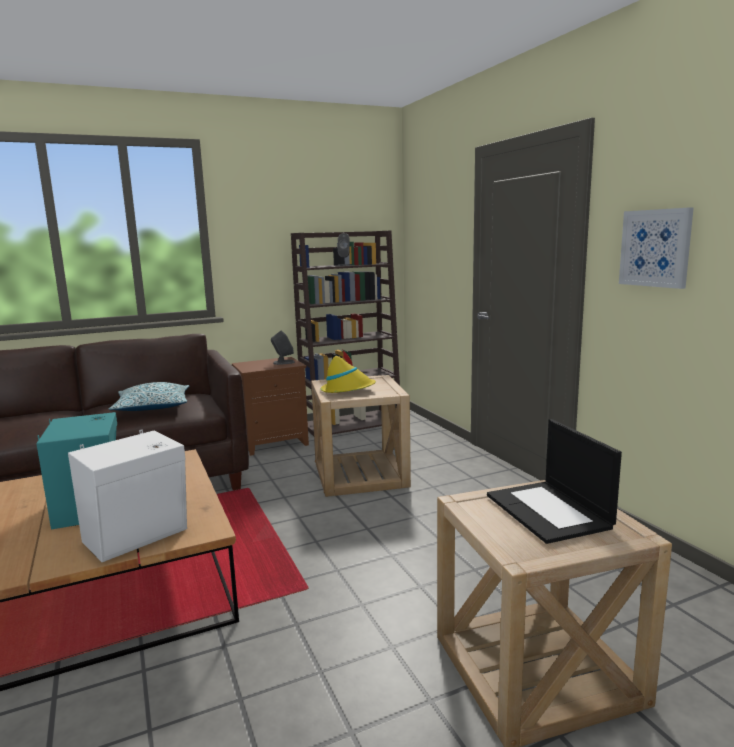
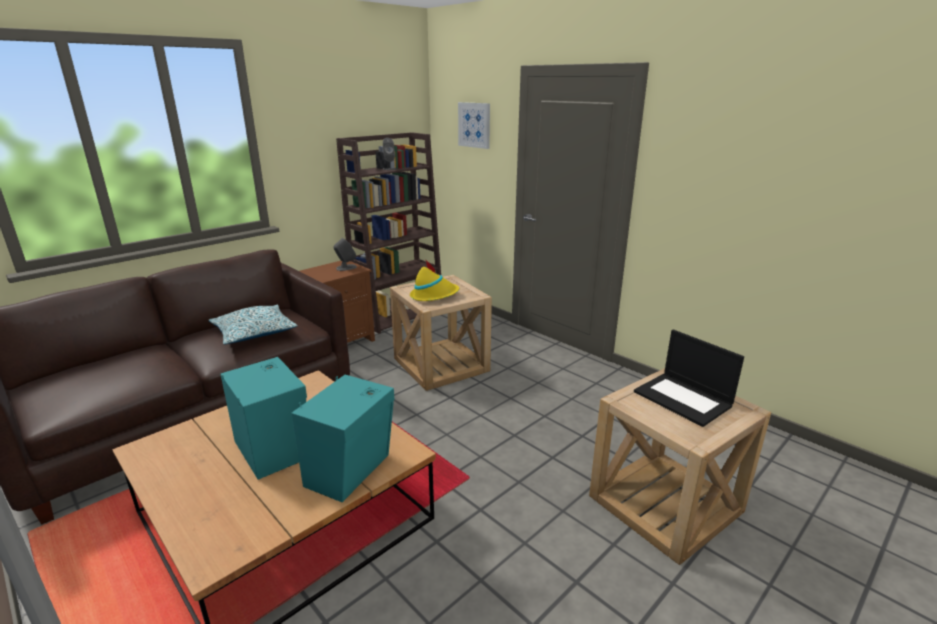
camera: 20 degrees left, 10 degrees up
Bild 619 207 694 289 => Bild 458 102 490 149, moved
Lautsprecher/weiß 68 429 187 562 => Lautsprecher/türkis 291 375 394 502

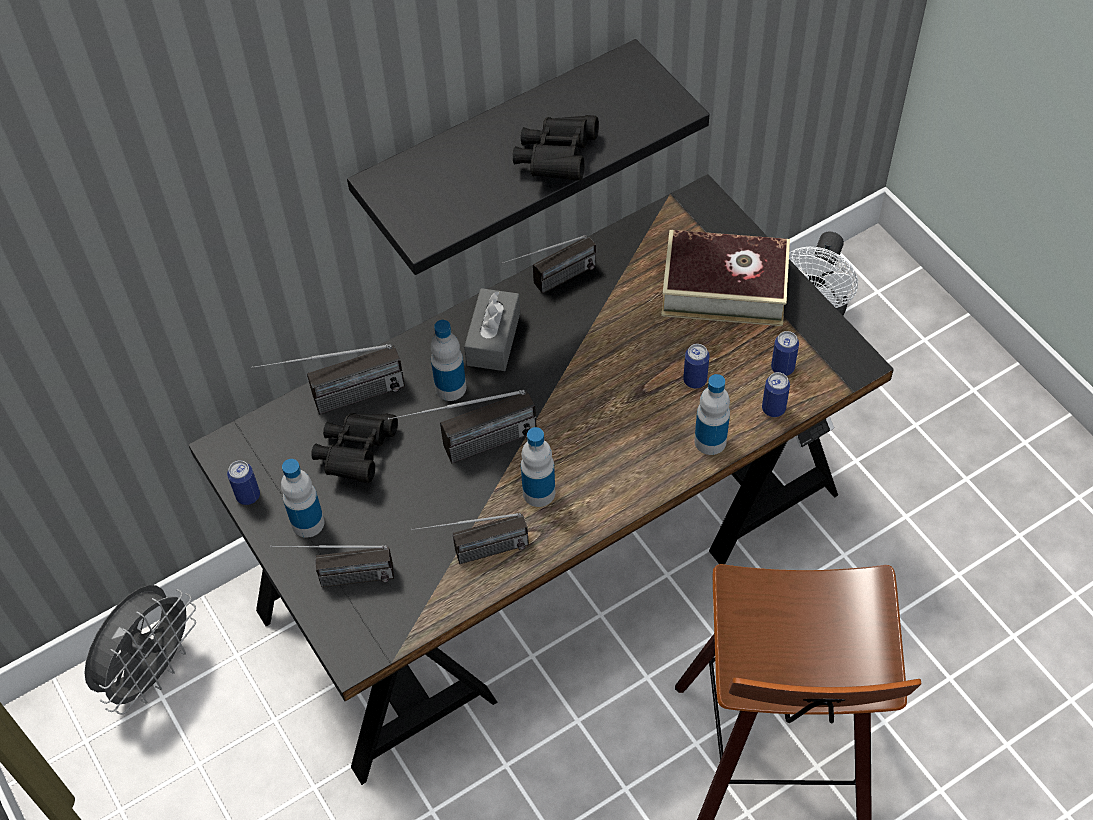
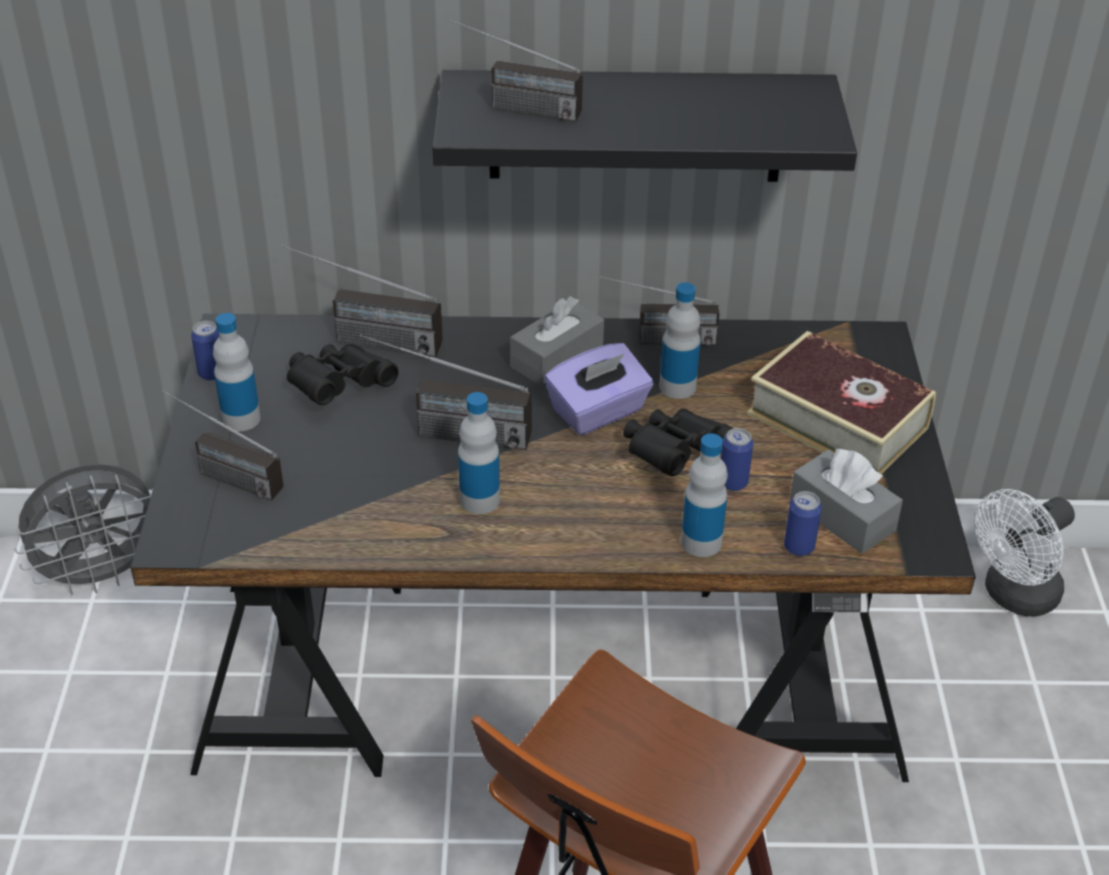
camera: 30 degrees right, 15 degrees down
nothing => Taschentuchbox/lila 544 343 654 435
Radio 411 513 529 564 => Radio 450 19 583 122, moved
Flasche 431 320 466 401 => Flasche 659 282 701 399, moved
Fernglas/schwarz 513 115 599 181 => Fernglas/schwarz 623 408 733 476, moved
Dose 771 331 799 376 => Taschentuchbox/grau 789 448 903 554

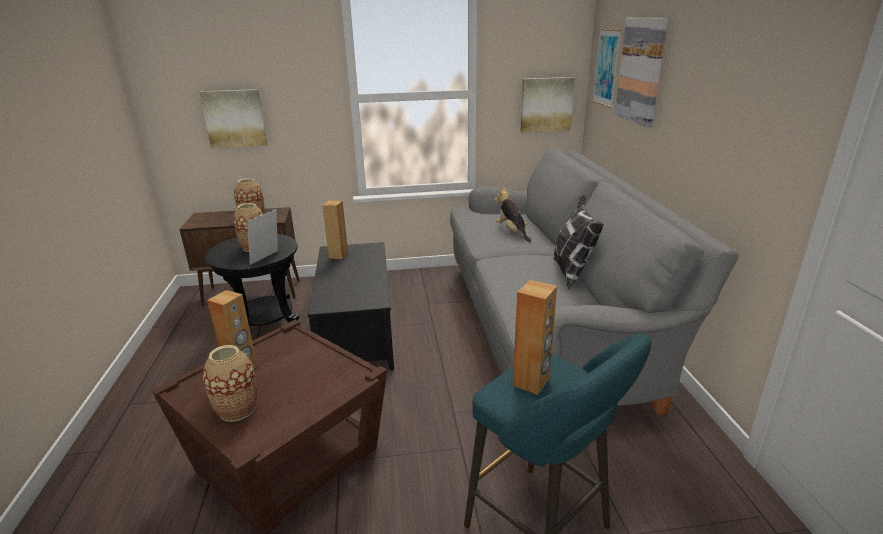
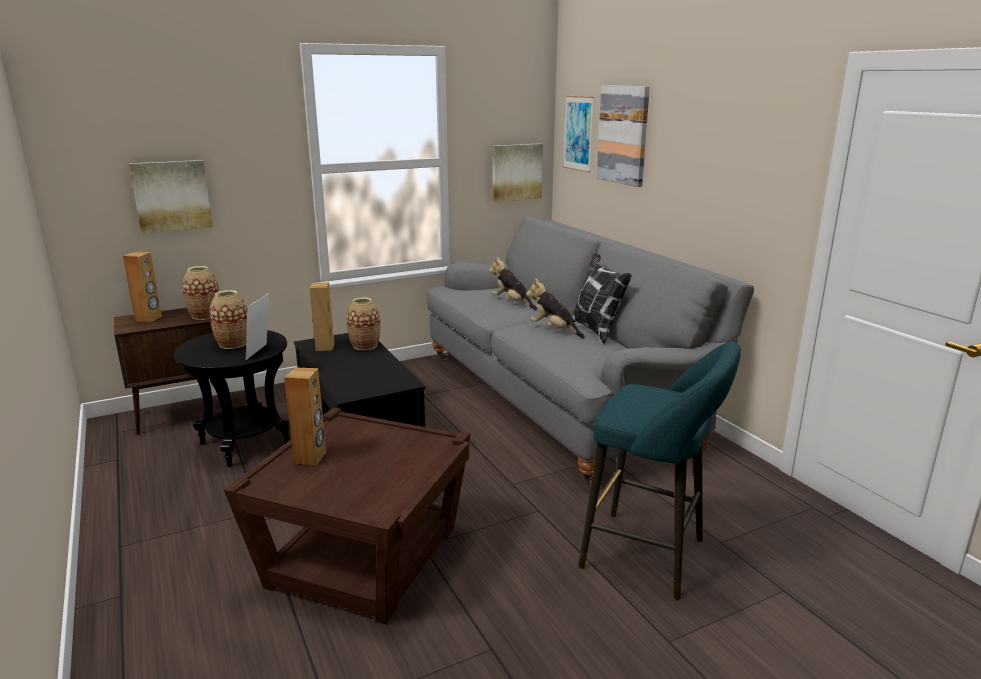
camera: 20 degrees left, 5 degrees down
nothing => Plüschtier 526 278 585 338
Vase 203 345 257 422 => Vase 347 297 380 350, moved
Lautsprecher/braun 513 280 557 395 => Lautsprecher/braun 123 252 162 322, moved

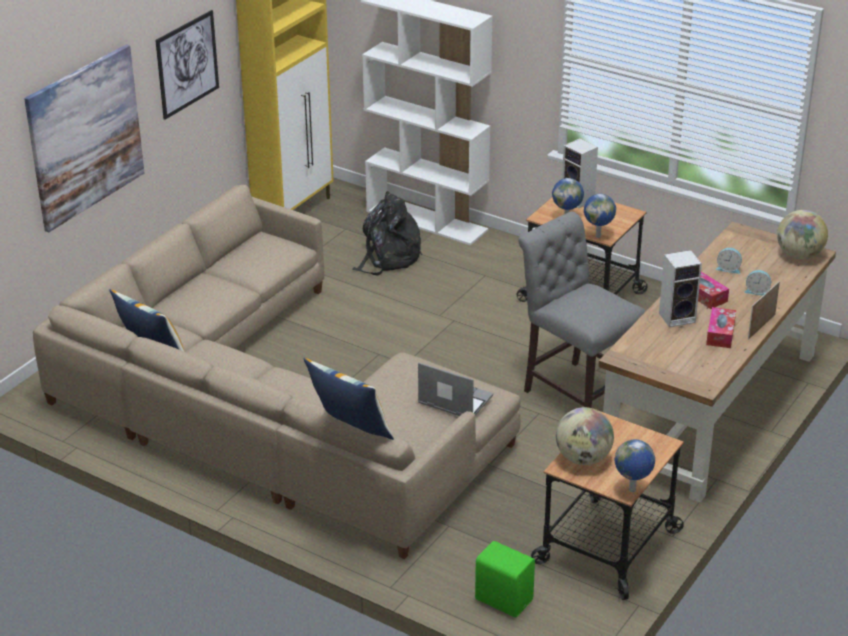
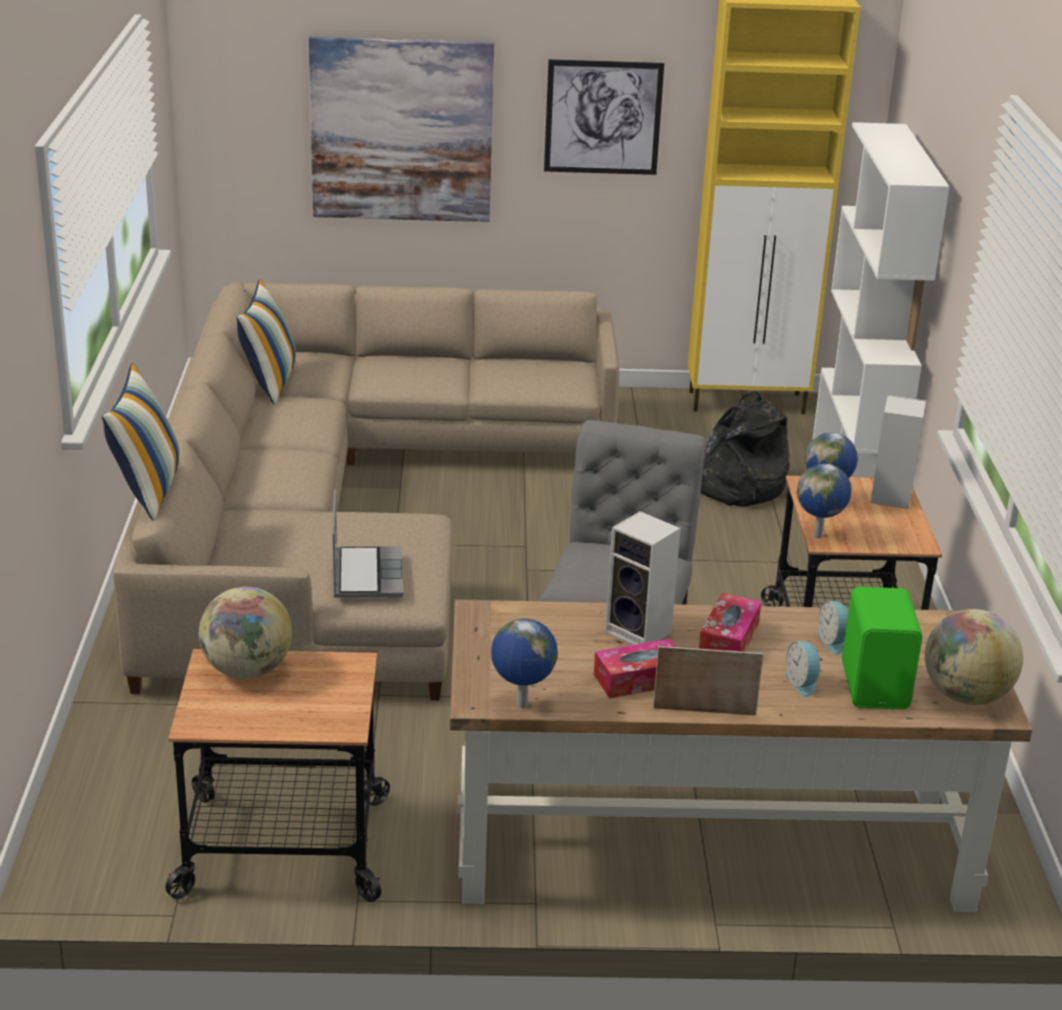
camera: 55 degrees right, 5 degrees down
Lautsprecher/grün 475 541 535 617 => Lautsprecher/grün 842 587 922 710, moved
Globus 615 439 655 492 => Globus 491 619 558 708, moved

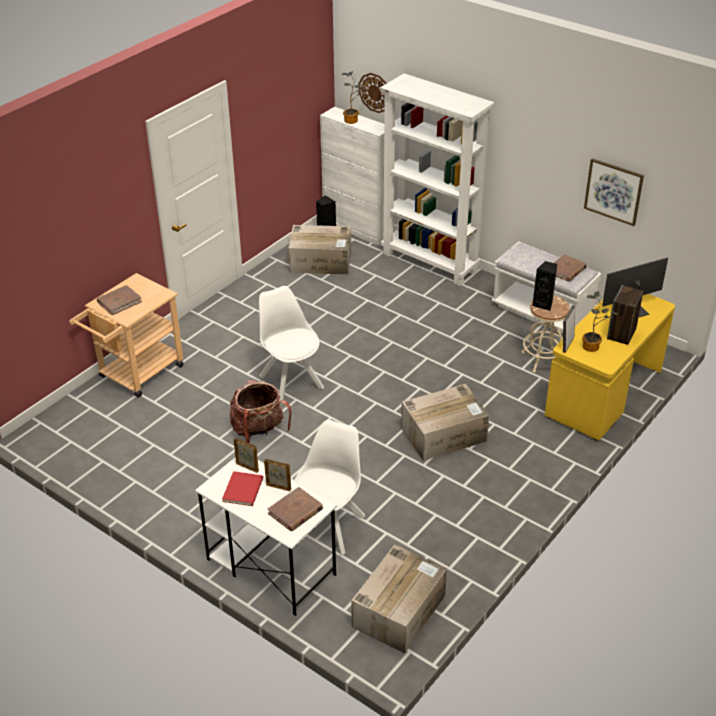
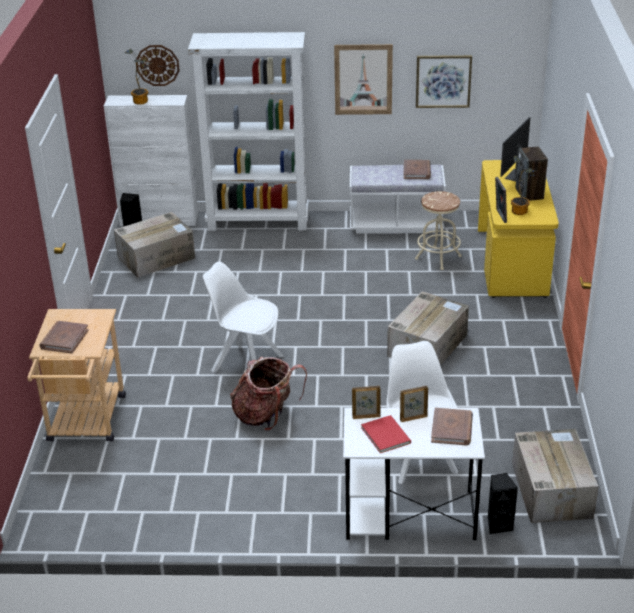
camera: 35 degrees left, 5 degrees down
nothing => Bild 334 44 393 115
Lautsprecher/schwarz 532 261 557 311 => Lautsprecher/schwarz 487 473 518 534, moved

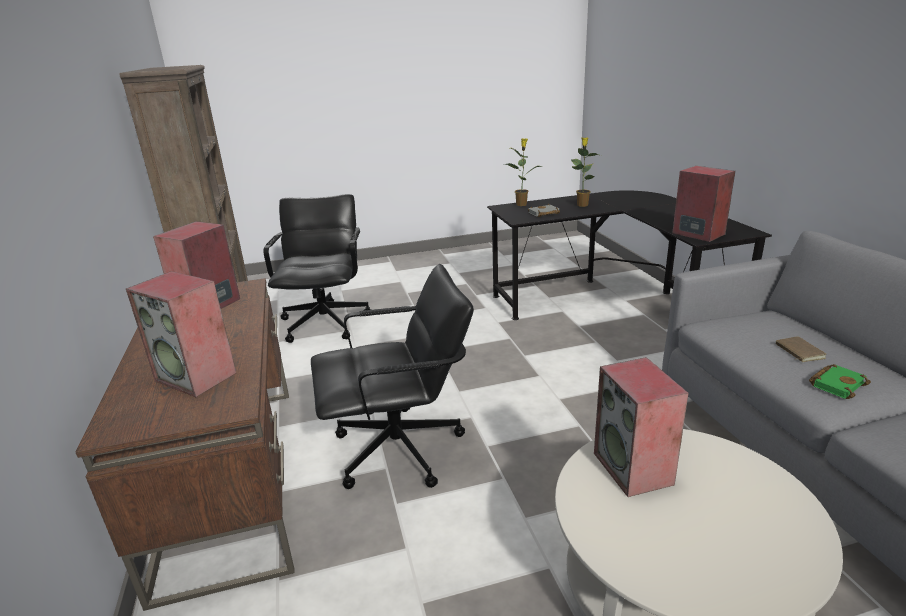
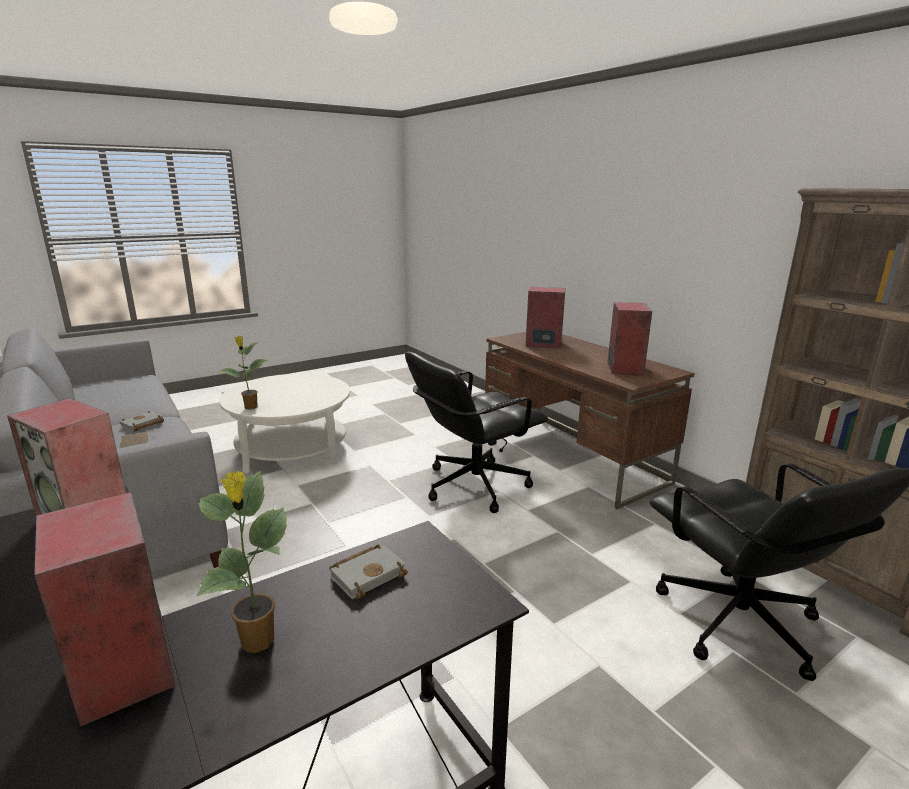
camera: 160 degrees right, 5 degrees down
Topfpflanze 505 138 543 206 => Topfpflanze 219 336 269 409, moved
Lautsprecher 594 357 689 497 => Lautsprecher 34 492 175 727, moved
Buch/grün 809 364 871 399 => Buch/grau 120 411 164 432

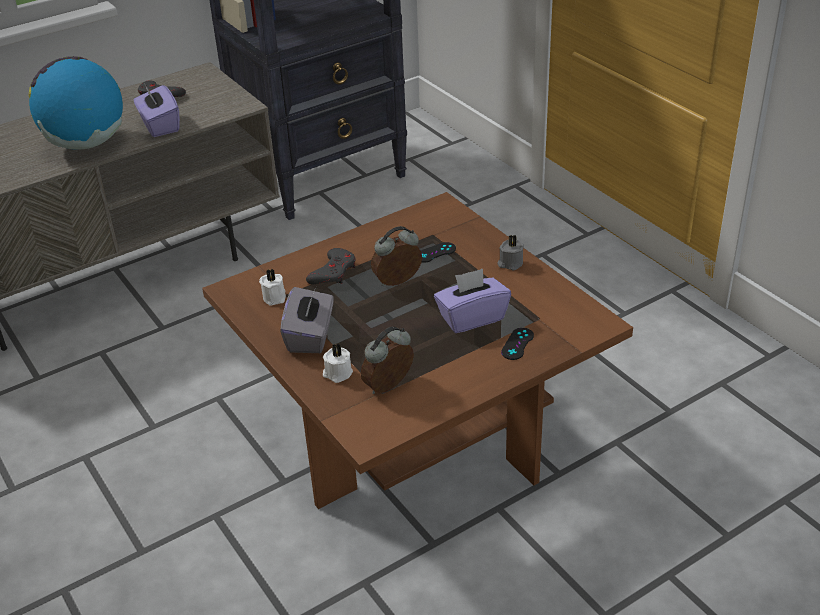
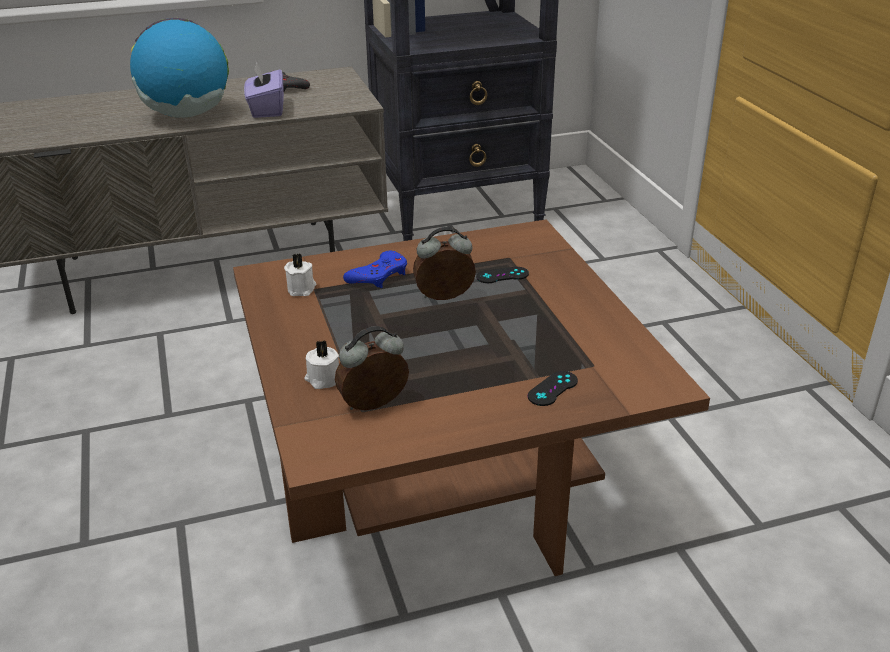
camera: 15 degrees right, 5 degrees down
Taschentuchbox/grau 280 287 334 353 => nothing
Taschentuchbox/lila 434 269 511 333 => nothing
Kerze/grau 497 235 524 270 => nothing
Gamepad/grau 306 248 356 284 => Gamepad/blau 343 251 407 288

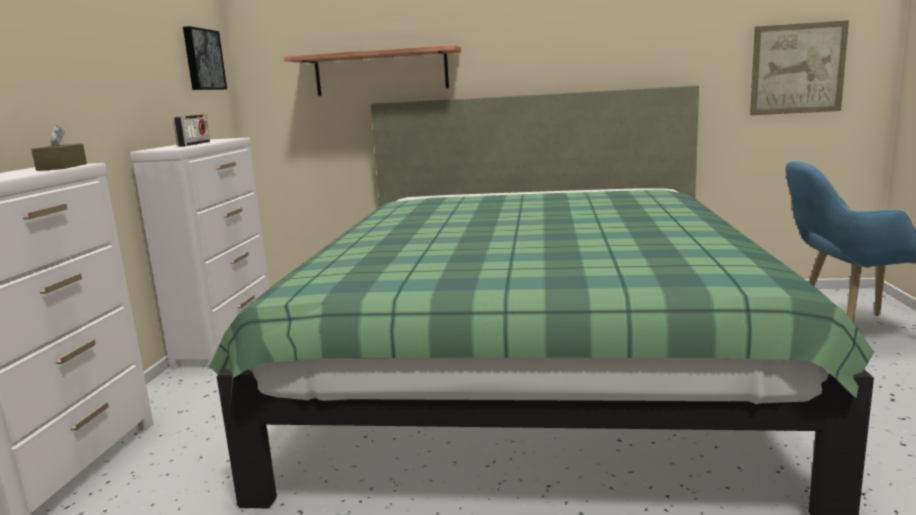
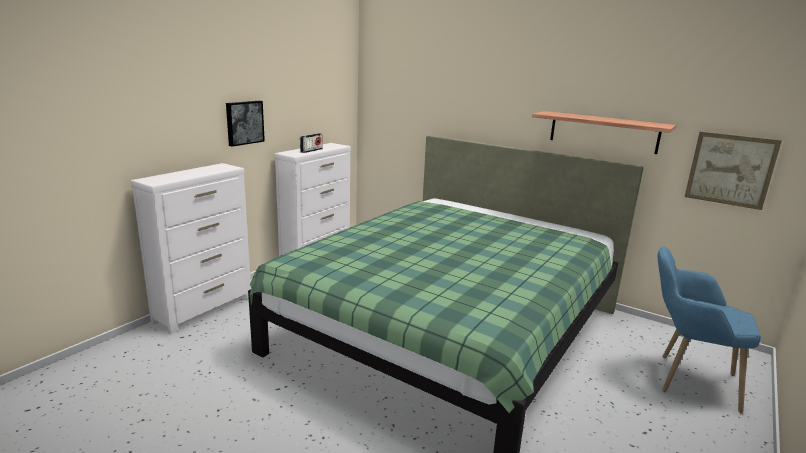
camera: 25 degrees right, 5 degrees up
Taschentuchbox/braun 31 125 87 171 => nothing
Bild 183 26 227 90 => Bild 226 101 265 147, moved
Wandregal 284 45 461 96 => Wandregal 532 111 676 154, moved

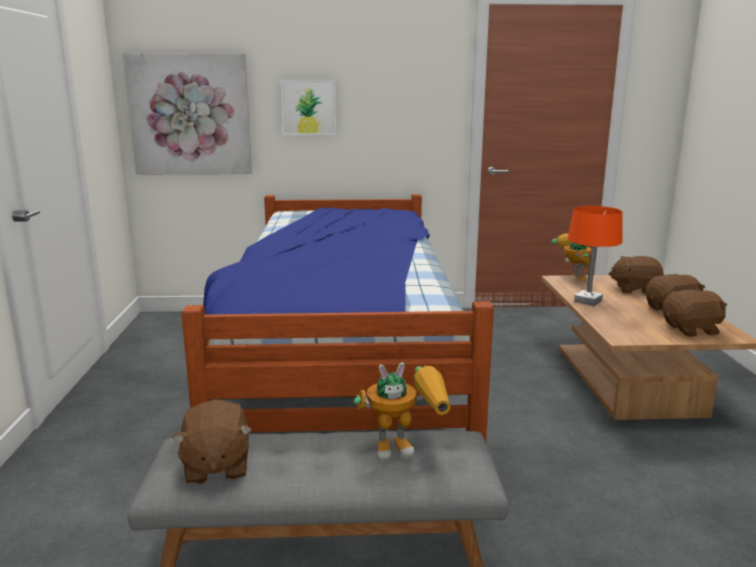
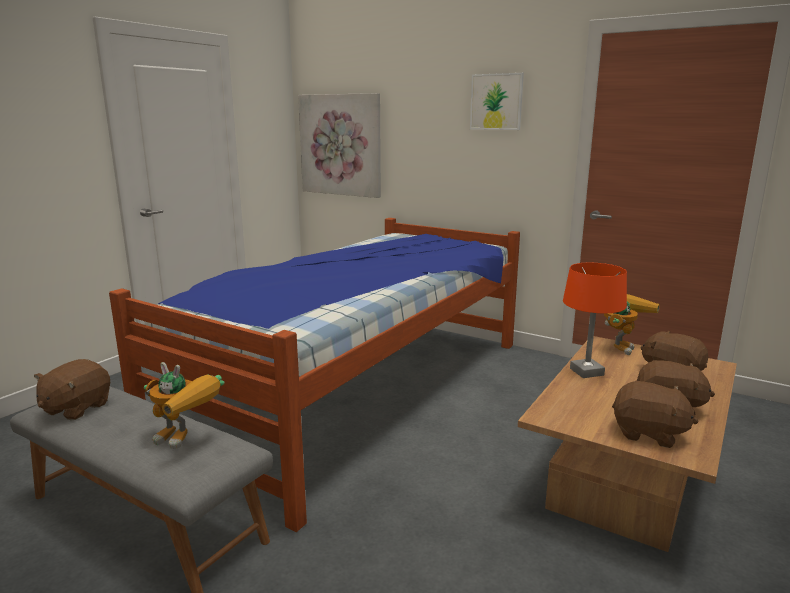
camera: 35 degrees right, 0 degrees up
Bild 281 80 336 135 => Bild 470 73 524 130, moved

